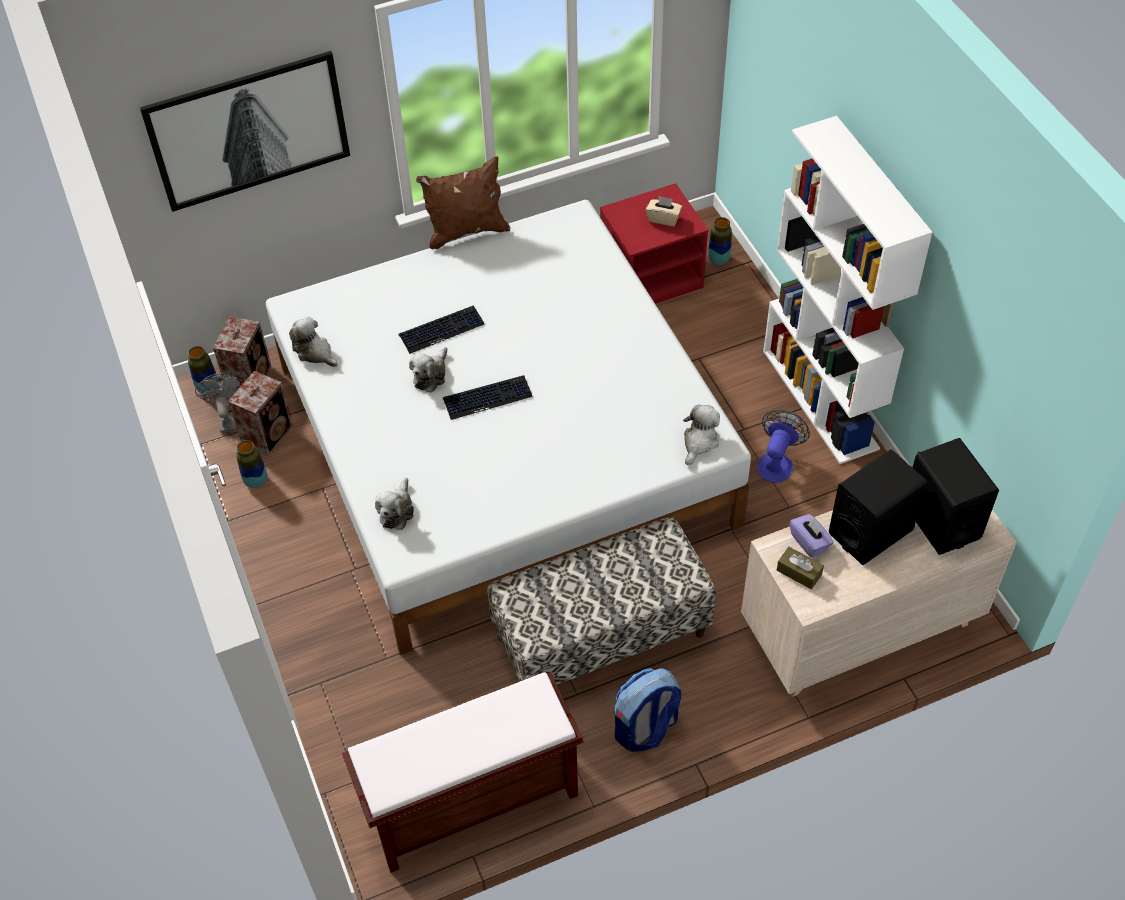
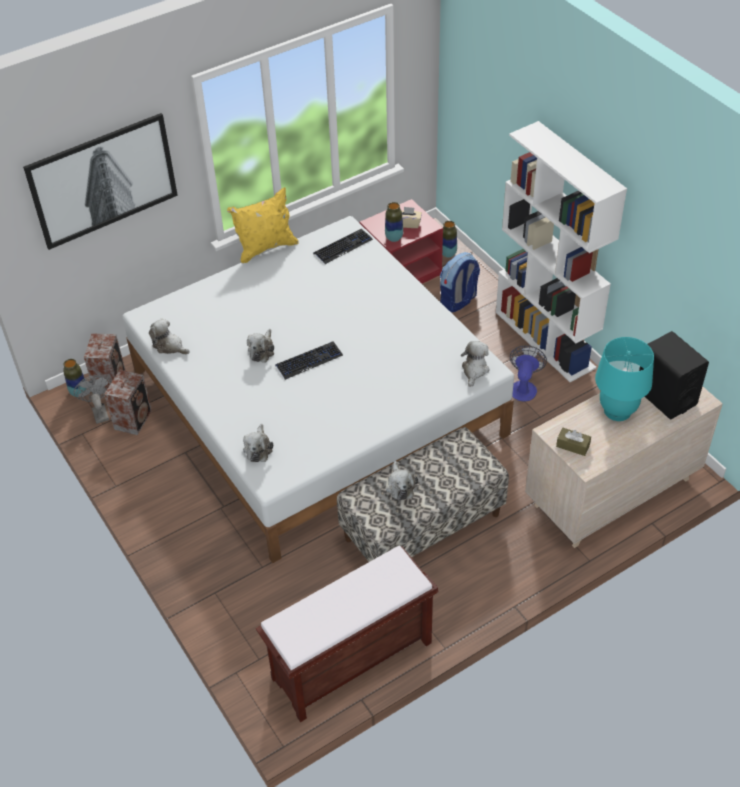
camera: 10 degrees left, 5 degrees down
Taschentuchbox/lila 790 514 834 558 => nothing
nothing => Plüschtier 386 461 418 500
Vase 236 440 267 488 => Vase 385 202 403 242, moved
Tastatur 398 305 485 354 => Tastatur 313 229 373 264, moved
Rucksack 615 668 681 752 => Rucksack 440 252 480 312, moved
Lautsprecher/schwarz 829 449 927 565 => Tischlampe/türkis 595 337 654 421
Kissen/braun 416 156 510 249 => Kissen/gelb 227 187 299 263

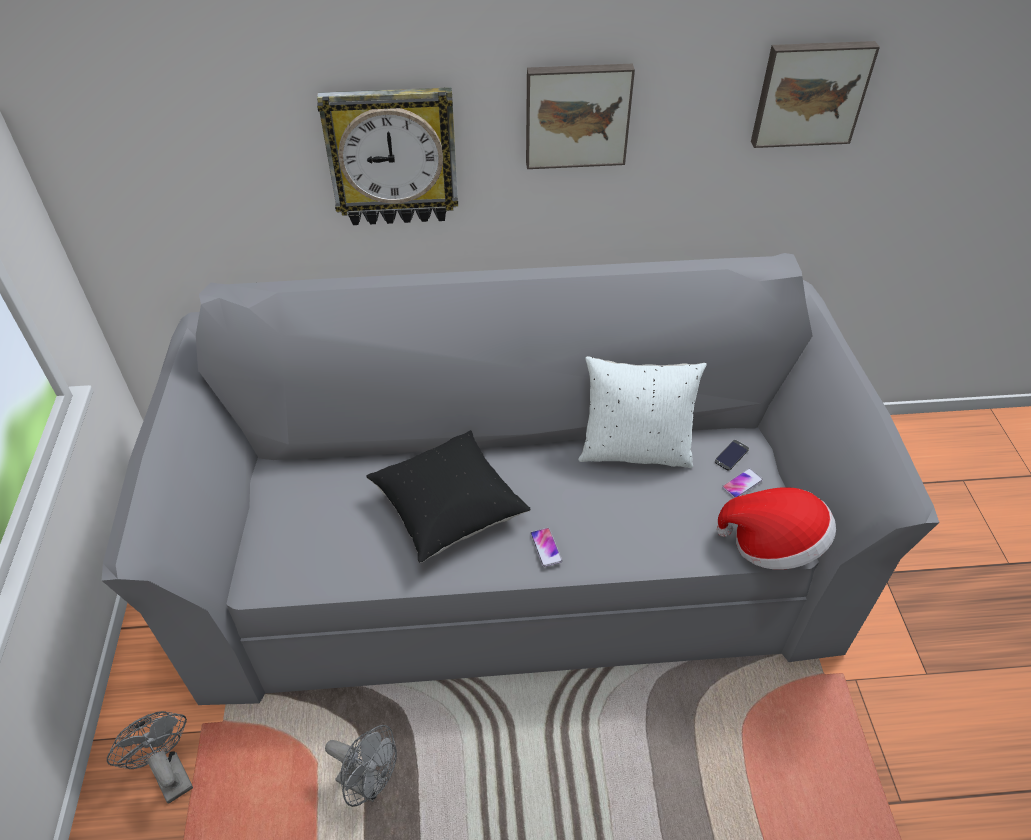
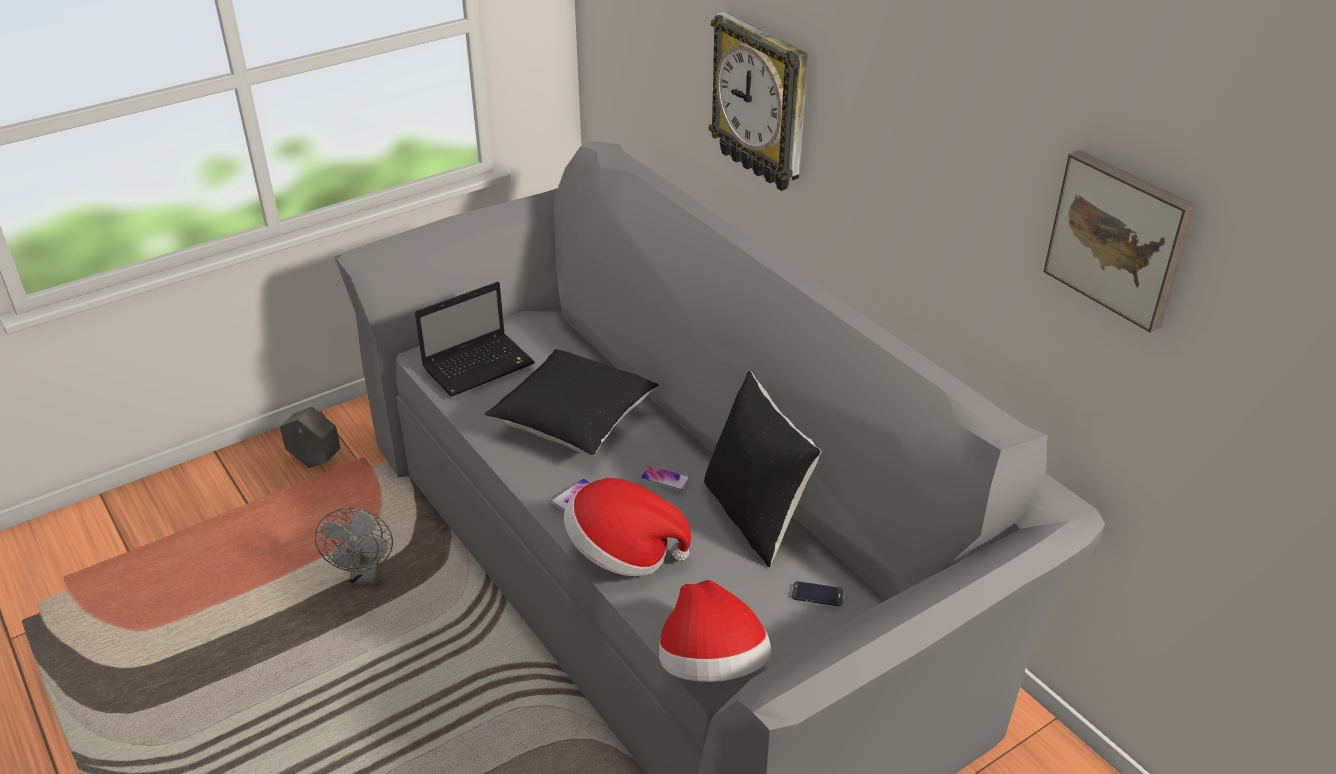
camera: 60 degrees right, 10 degrees down
Bild 526 64 635 169 => nothing
nothing => Laptop 415 282 535 396
nothing => Hut 564 478 691 576
Handy 722 468 763 498 => Handy 641 466 690 491, moved
Ventilator/grau 107 711 193 804 => Pflanzkübel/grau 280 407 341 468
Kissen/weiß 578 356 707 468 => Kissen/schwarz 704 371 822 567

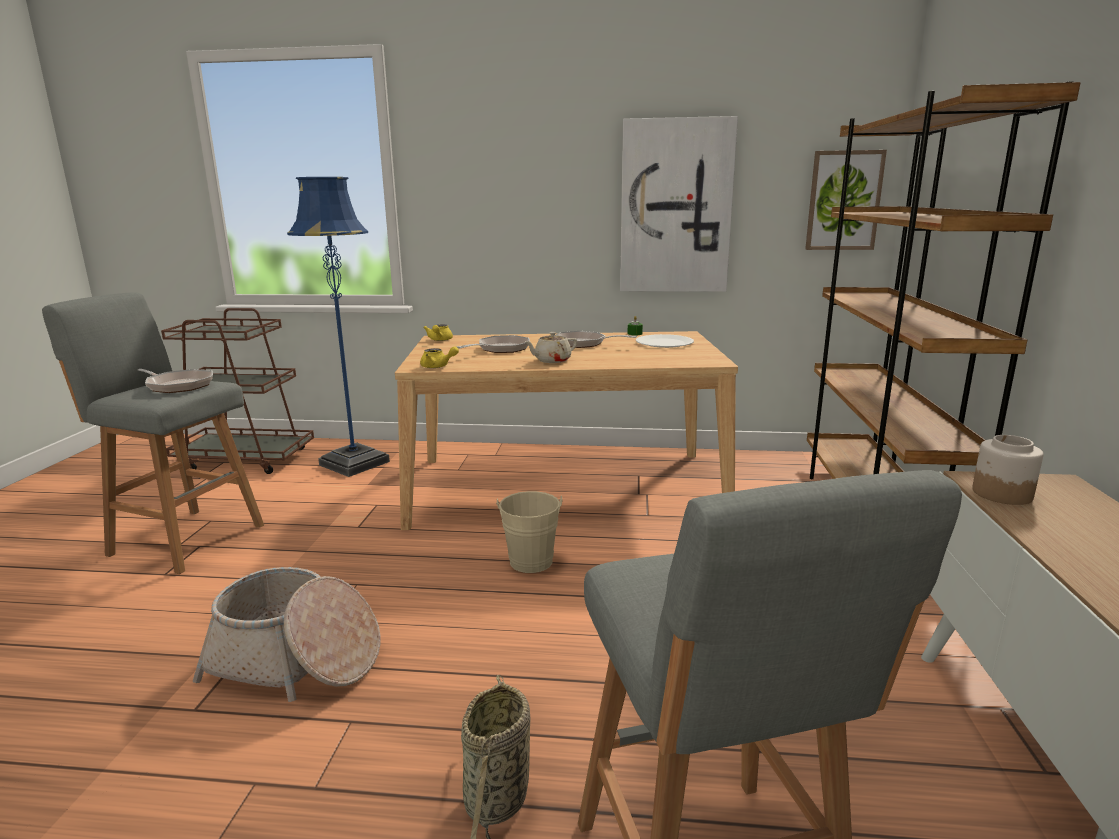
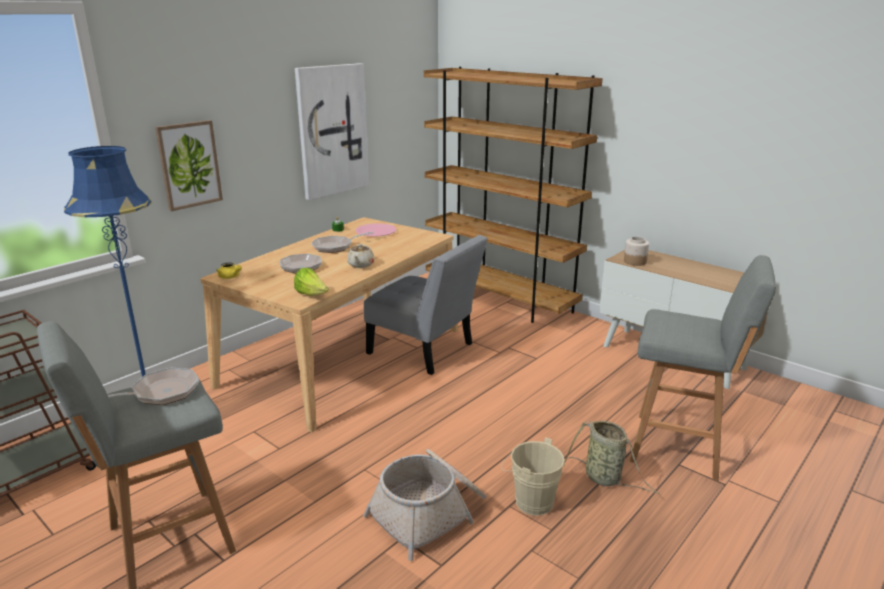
camera: 55 degrees left, 5 degrees up
nothing => Stuhl/grau 364 235 487 375
Eimer/beige 496 491 563 573 => Eimer/beige 501 437 565 516, moved
Bild 805 150 887 250 => Bild 155 120 223 211, moved
Teekanne/gelb 420 346 459 368 => Salatkopf 294 268 329 296
Teller/weiß 636 334 694 348 => Teller/rosa 355 223 397 237

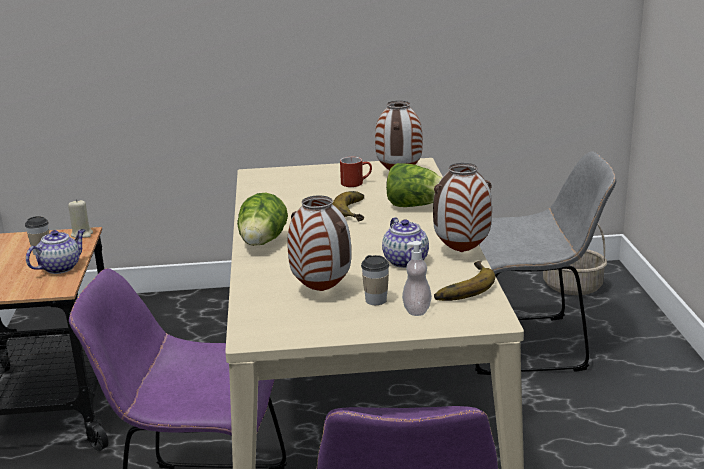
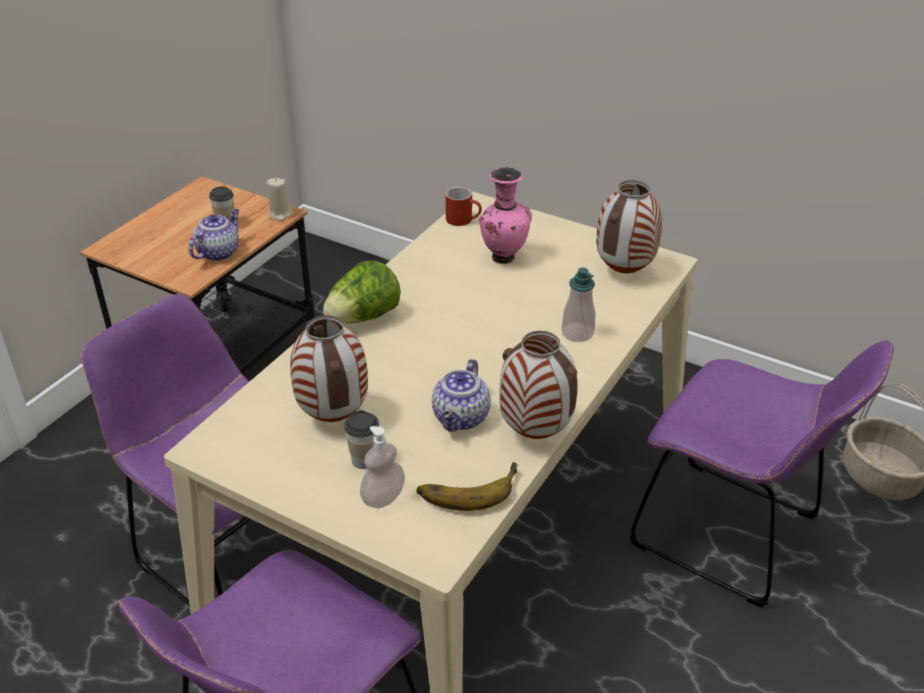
camera: 35 degrees right, 15 degrees up
Banane 333 191 364 221 => nothing
nothing => Vase/rosa 479 167 532 264
Henkelbecher/rot 340 157 372 187 => Henkelbecher/rot 445 187 482 226, moved
Salatkopf 386 163 442 207 => Seifenspender 562 268 595 342
Stuhl/grau 475 151 616 375 => Stuhl/lila 630 340 894 608
Teekanne 26 229 85 274 => Teekanne 189 209 240 261, 45 degrees counterclockwise

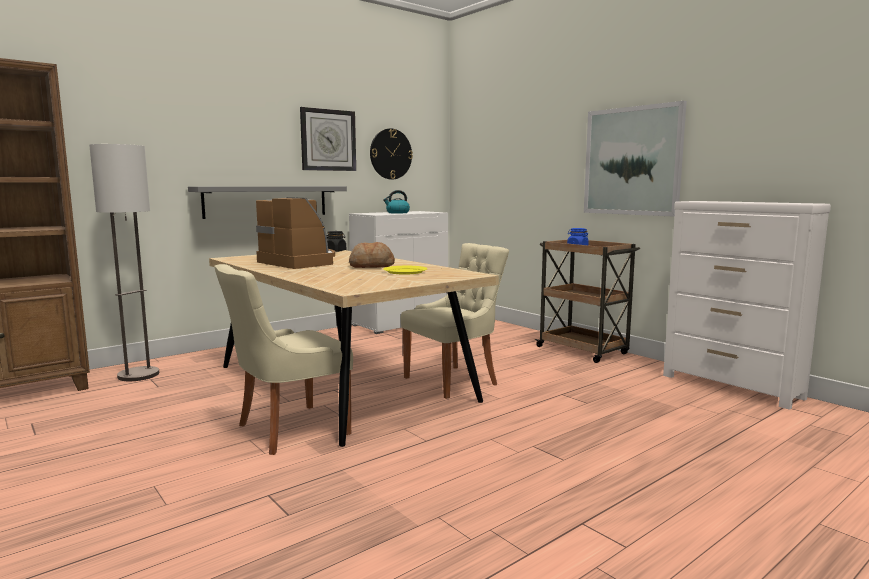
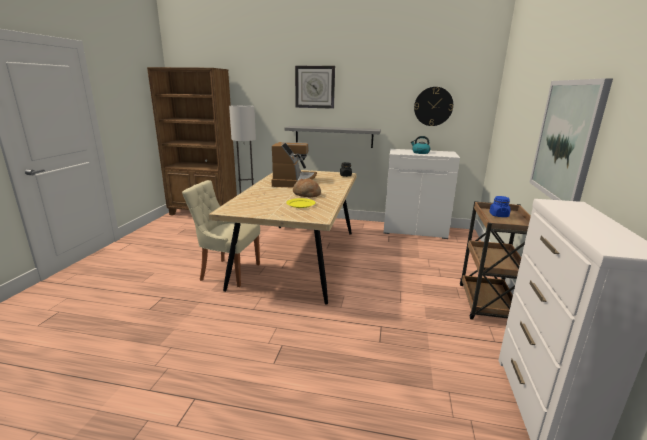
camera: 50 degrees right, 10 degrees up
Stuhl/beige 401 243 509 399 => nothing
Wanduhr 300 107 356 171 => Wanduhr 295 66 335 109, moved

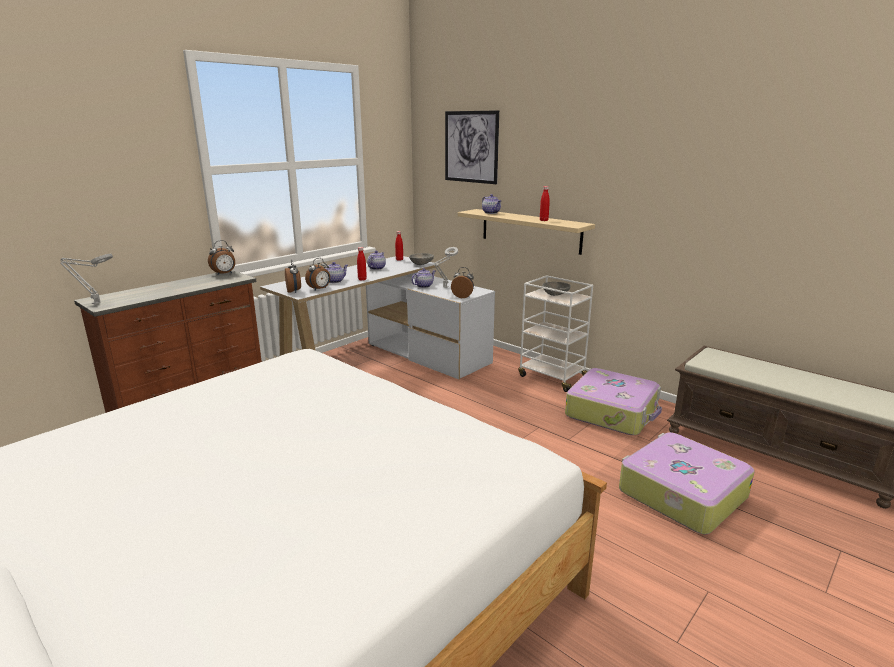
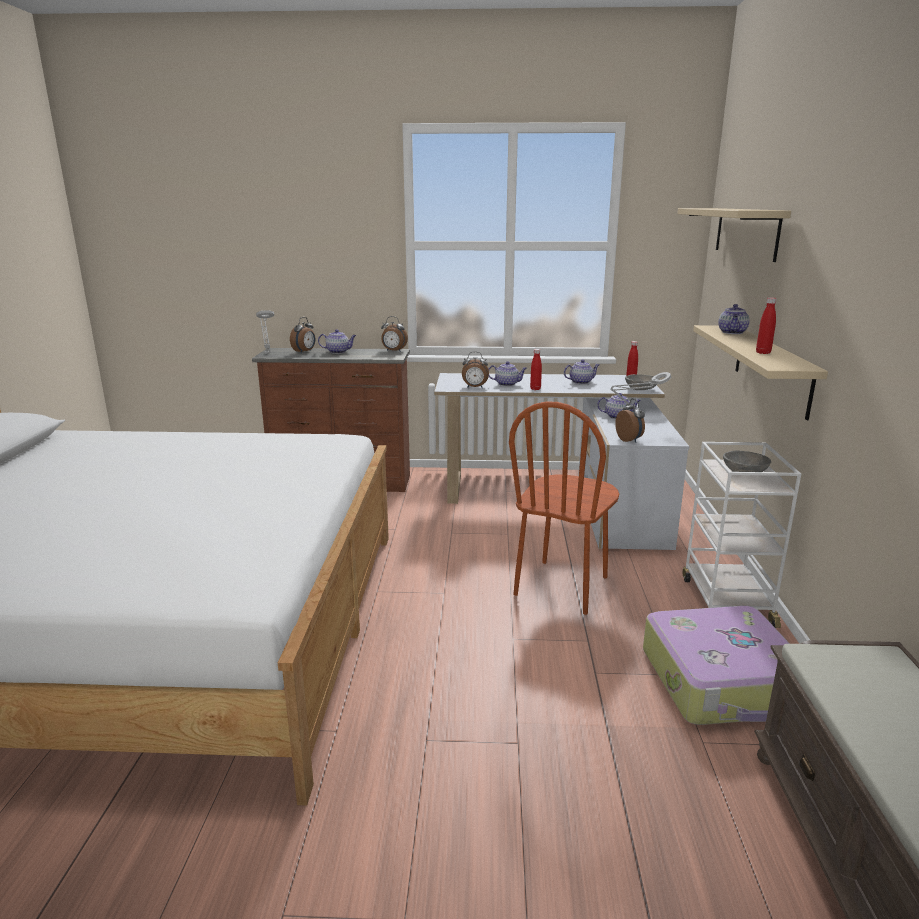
camera: 50 degrees right, 0 degrees up
Koffer 619 432 755 534 => nothing
nothing => Teekanne 318 329 356 354
nothing => Stuhl/braun 509 402 619 615
Wecker 285 260 301 293 => Wecker 290 317 315 353, moved
Bild 445 110 499 184 => Wandregal/beige 677 208 791 262

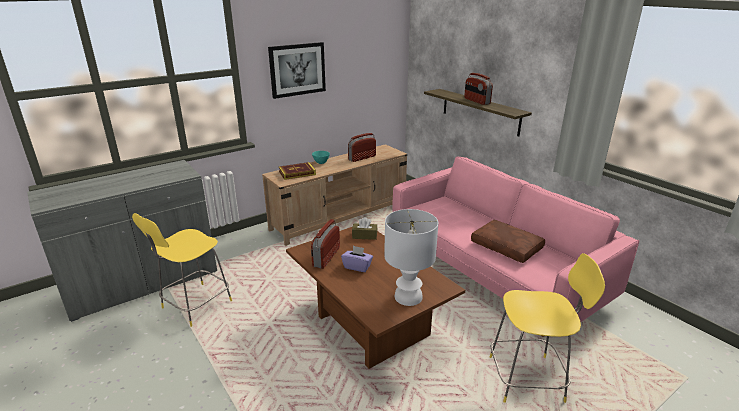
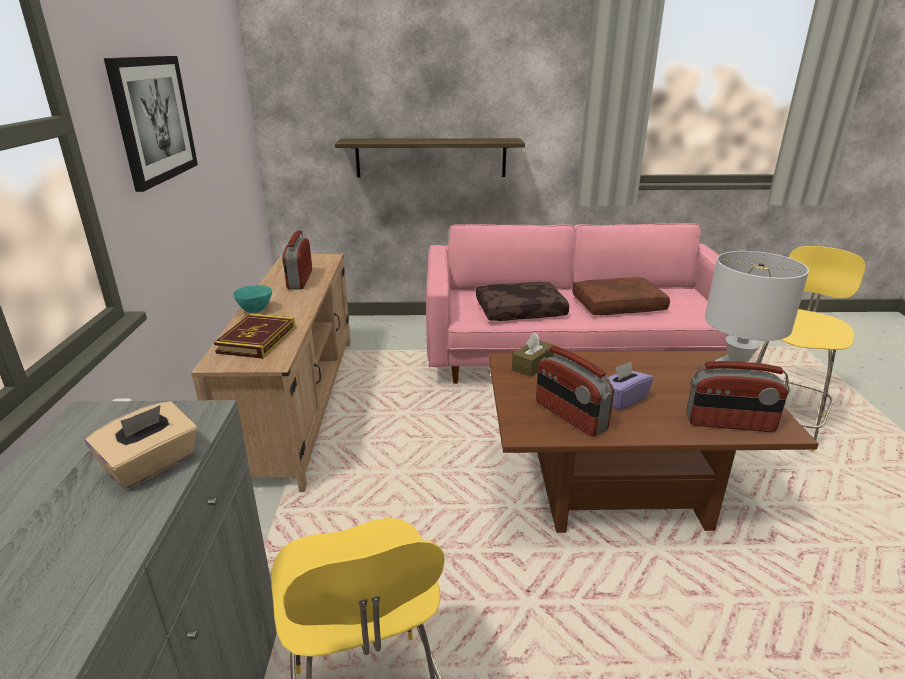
camera: 55 degrees left, 0 degrees up
nothing => Taschentuchbox/beige 85 401 197 489
nothing => Kissen/braun 476 282 569 321
Radio 464 73 493 105 => Radio 686 361 790 432, moved

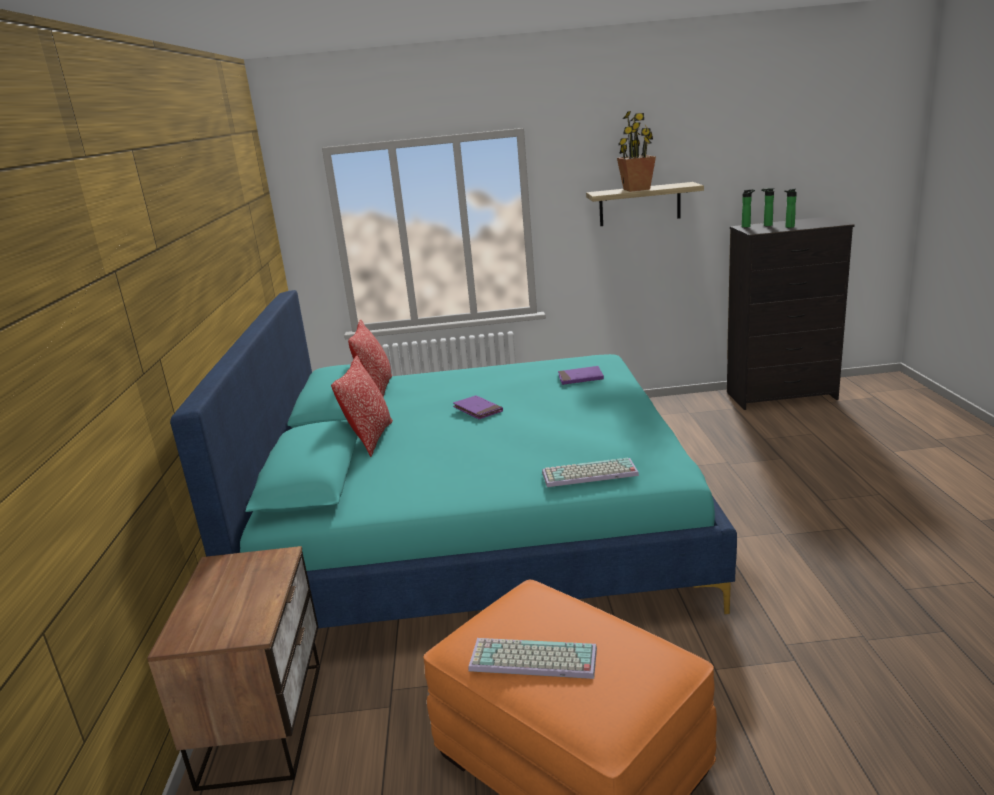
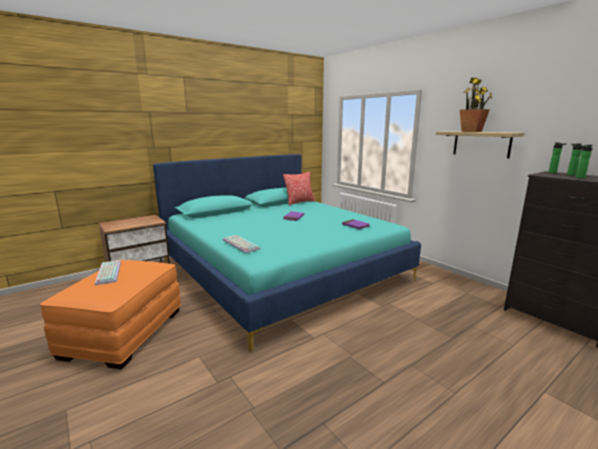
camera: 55 degrees right, 5 degrees down
Kissen 331 356 393 457 => nothing

